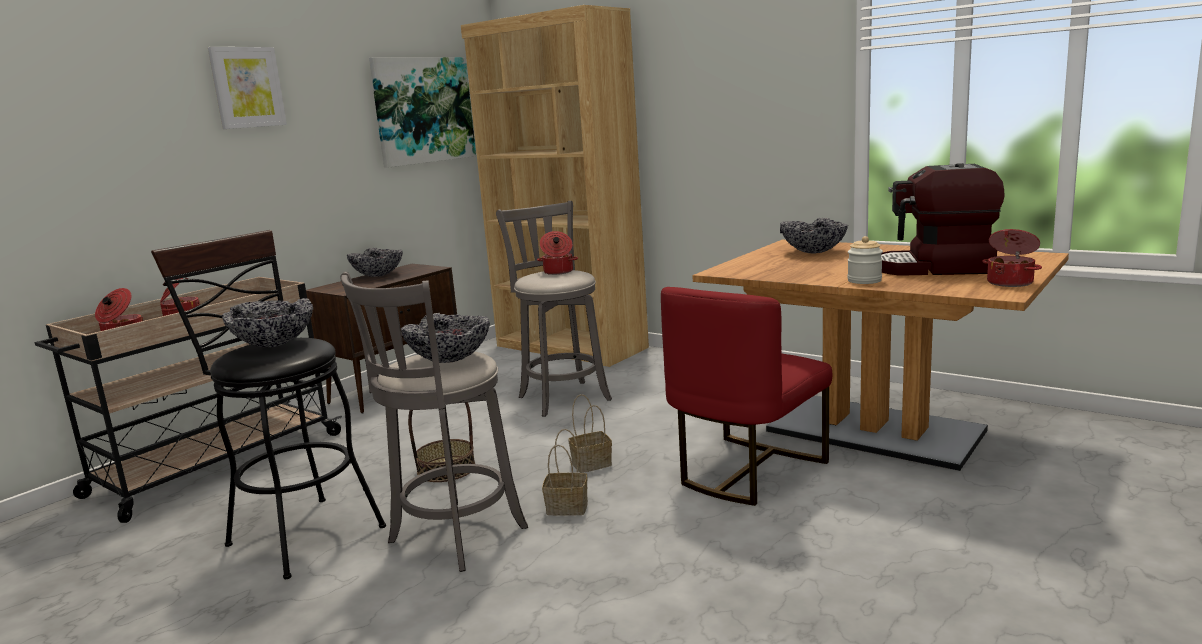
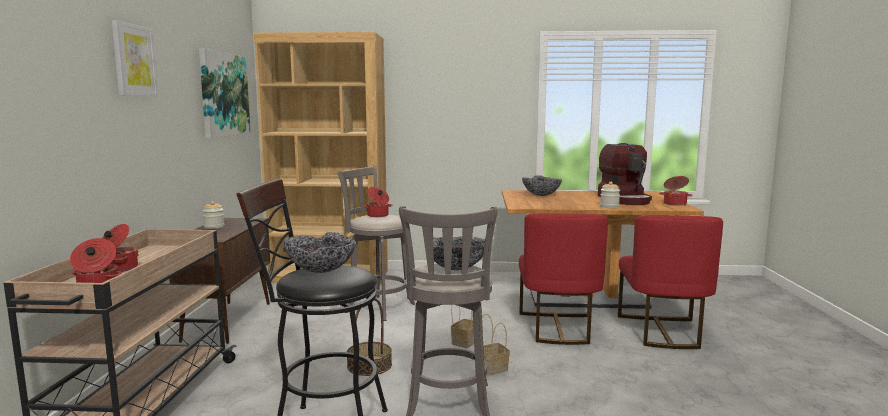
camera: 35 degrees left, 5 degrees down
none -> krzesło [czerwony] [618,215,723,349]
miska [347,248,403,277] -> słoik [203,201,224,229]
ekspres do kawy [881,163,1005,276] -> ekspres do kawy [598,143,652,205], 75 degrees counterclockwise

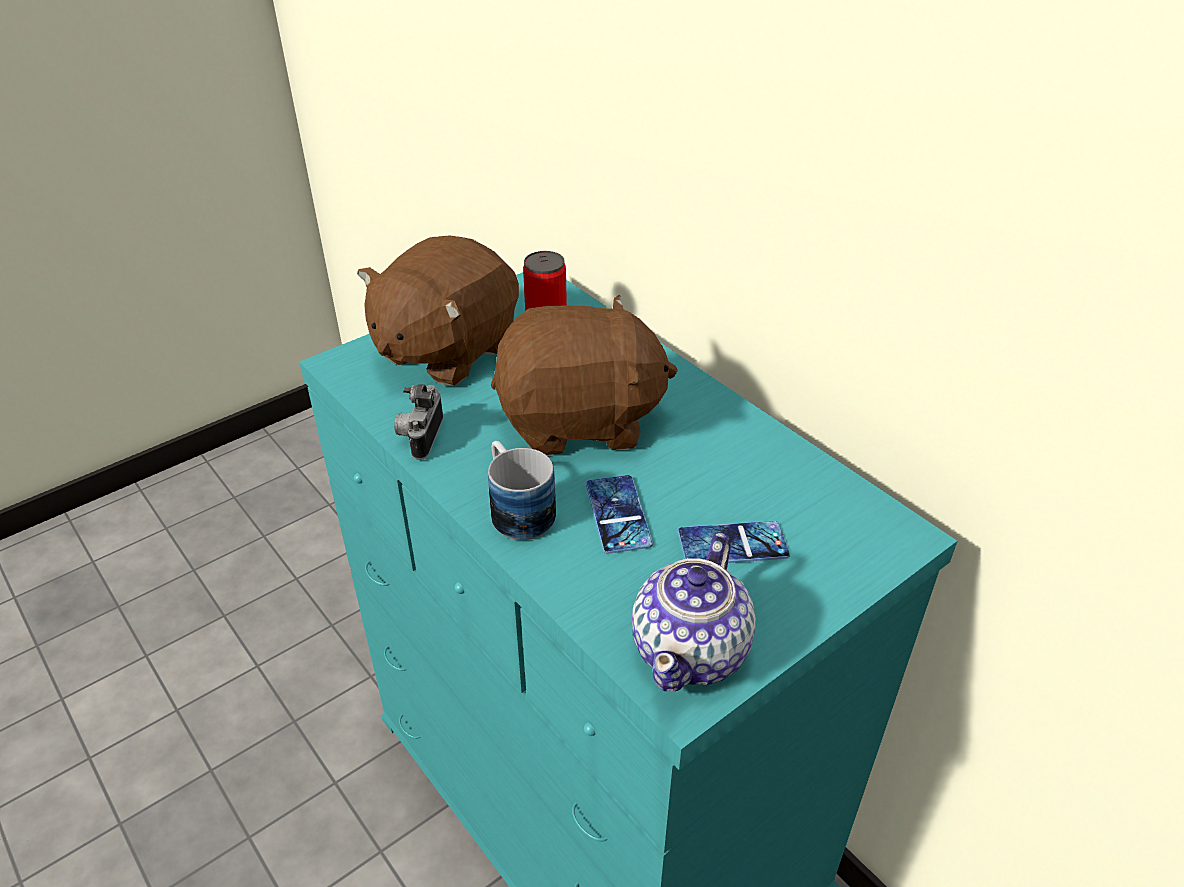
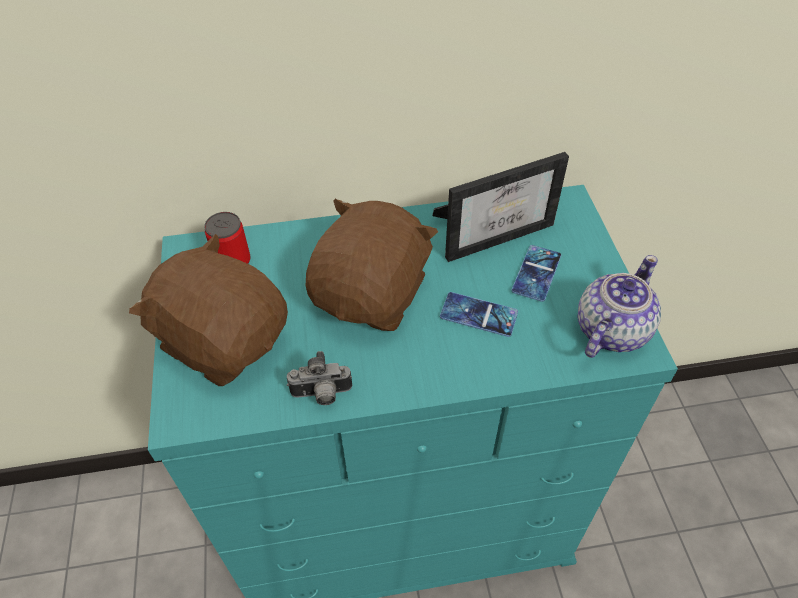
camera: 60 degrees left, 10 degrees up
kubek [488,441,556,540] -> none
none -> ramka na zdjęcie [433,152,569,262]
pluszak [brązowy] [357,235,519,386] -> pluszak [brązowy] [129,234,288,386], 150 degrees clockwise
aparat fotograficzny [394,384,443,460] -> aparat fotograficzny [287,351,352,405], 45 degrees counterclockwise
imbryk [632,532,756,691] -> imbryk [577,255,661,358], 105 degrees counterclockwise

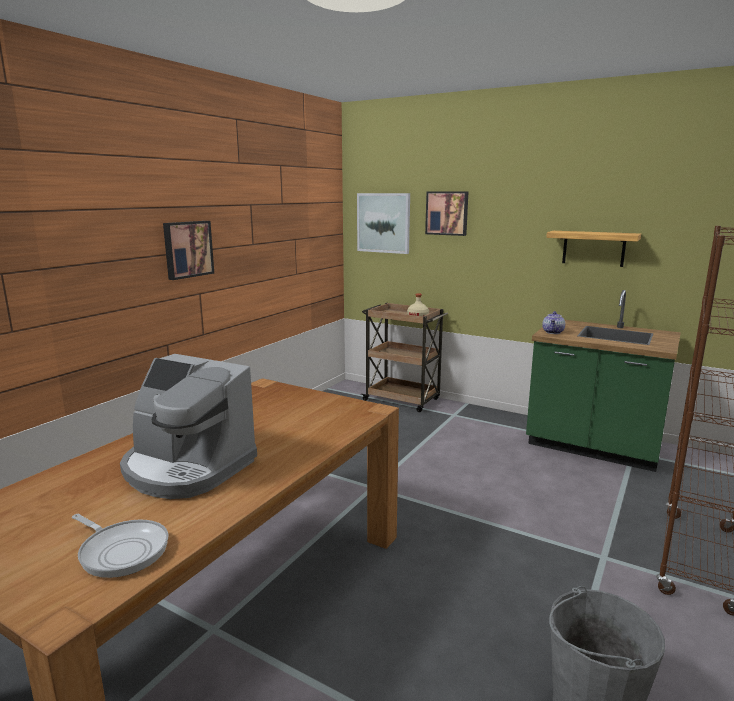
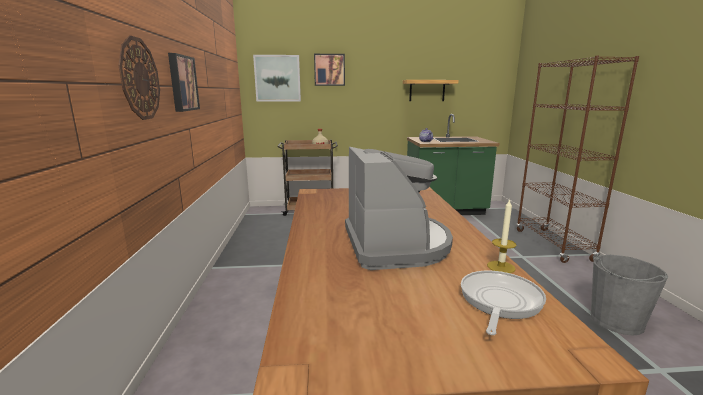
camera: 35 degrees left, 0 degrees up
none -> zegar ścienny [118,35,160,120]
none -> świeca [487,199,517,273]
patelnia [72,514,168,578] -> patelnia [461,271,546,335], 60 degrees counterclockwise
ekspres do kawy [120,354,257,499] -> ekspres do kawy [345,147,453,270], 90 degrees counterclockwise

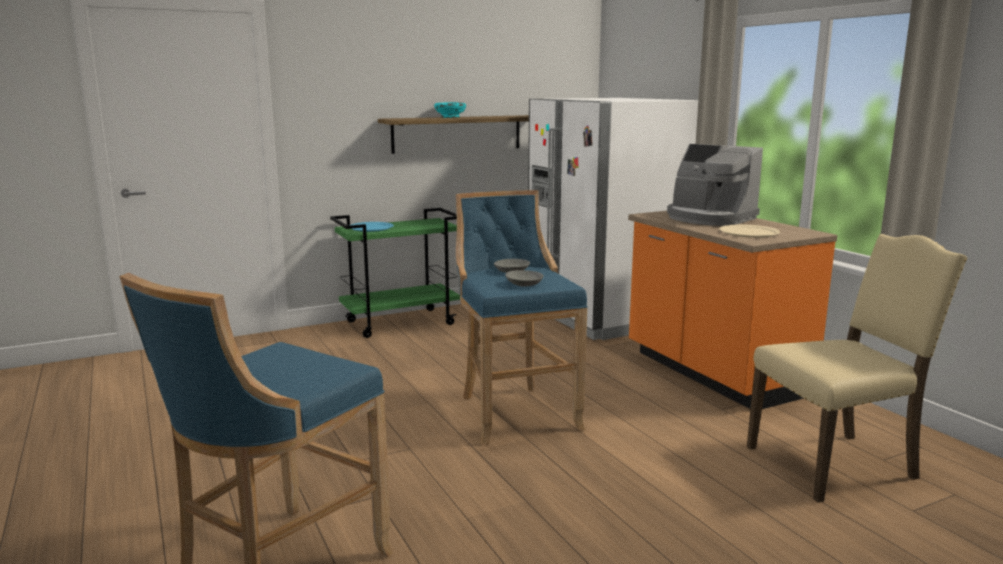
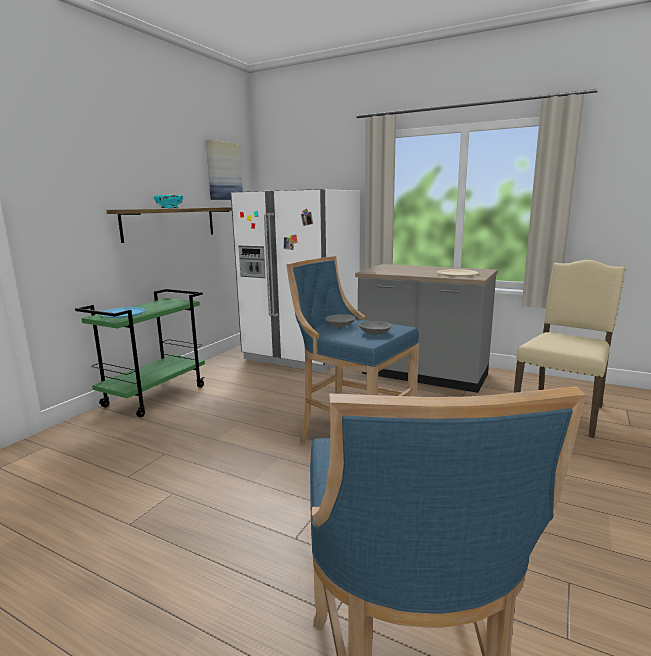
camera: 35 degrees left, 0 degrees up
ekspres do kawy [667,144,763,226] -> none
none -> obraz [206,140,243,200]
zabudowa kuchenna [pomarańczowy] [628,211,837,409] -> zabudowa kuchenna [szary] [355,264,498,393]

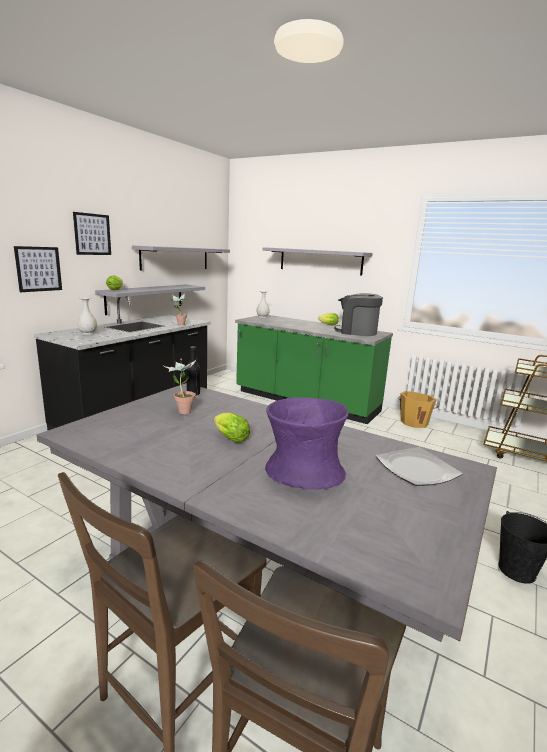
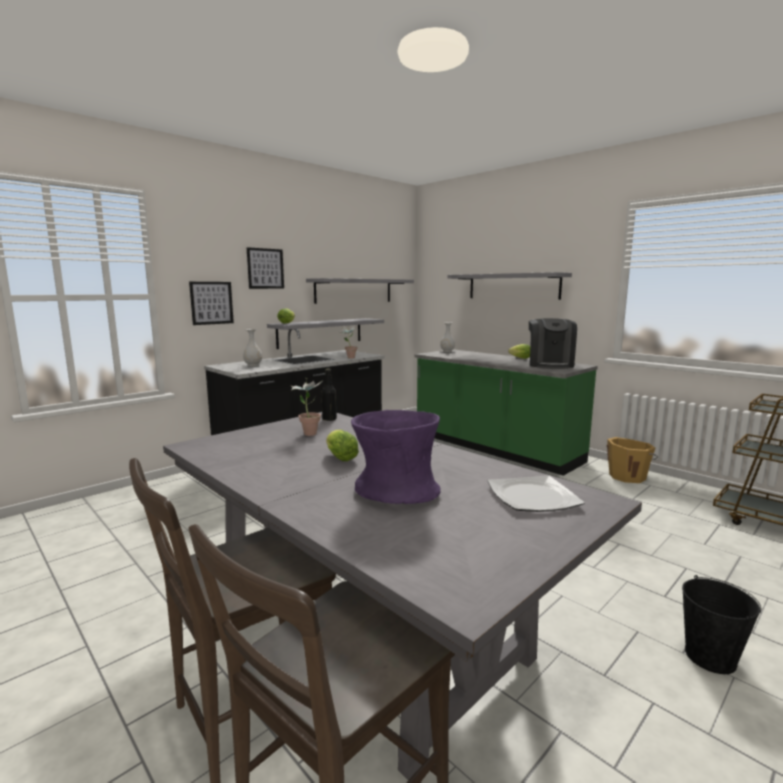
camera: 15 degrees right, 5 degrees down
ekspres do kawy [334,293,383,336] -> ekspres do kawy [529,318,577,369], 120 degrees counterclockwise

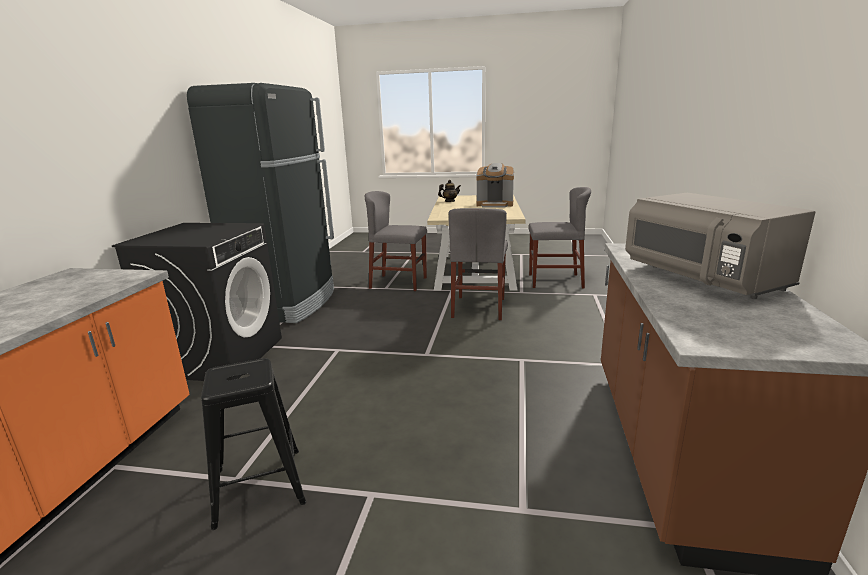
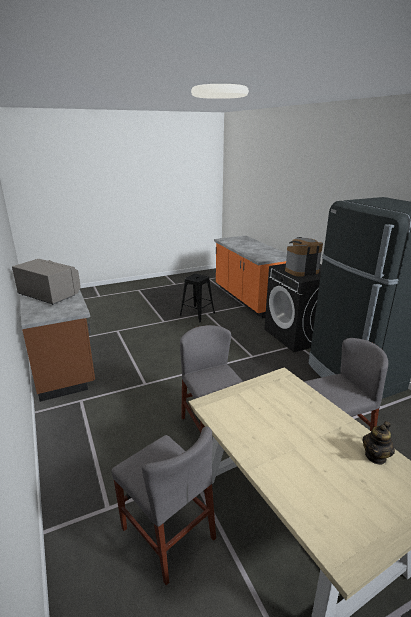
camera: 145 degrees right, 5 degrees up
ekspres do kawy [476,163,514,208] -> ekspres do kawy [285,237,323,277], move
krzesło [szary] [528,187,591,288] -> krzesło [szary] [111,426,216,585], 105 degrees counterclockwise

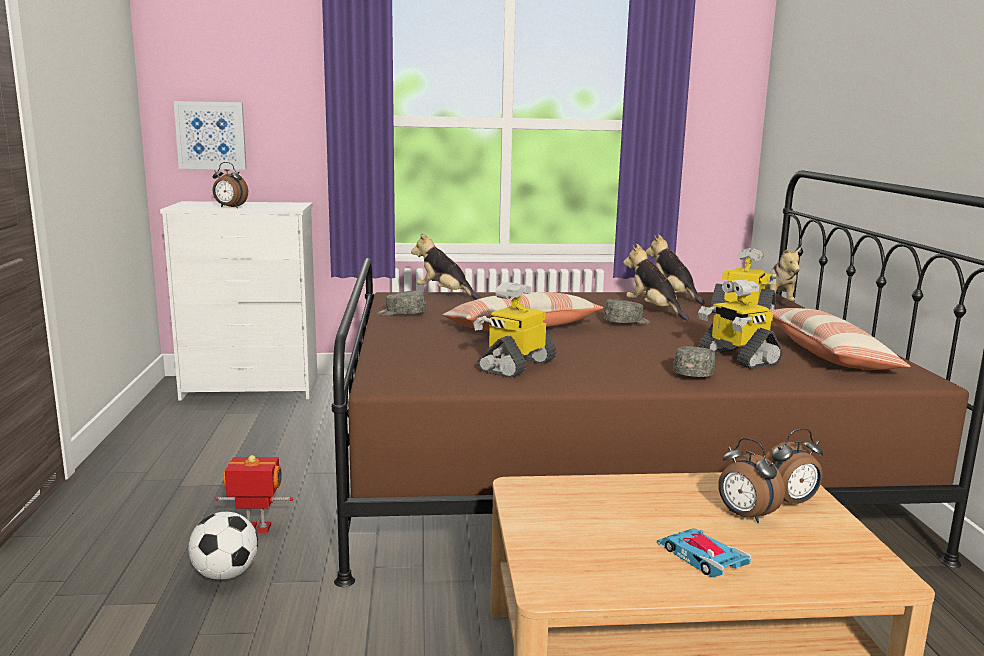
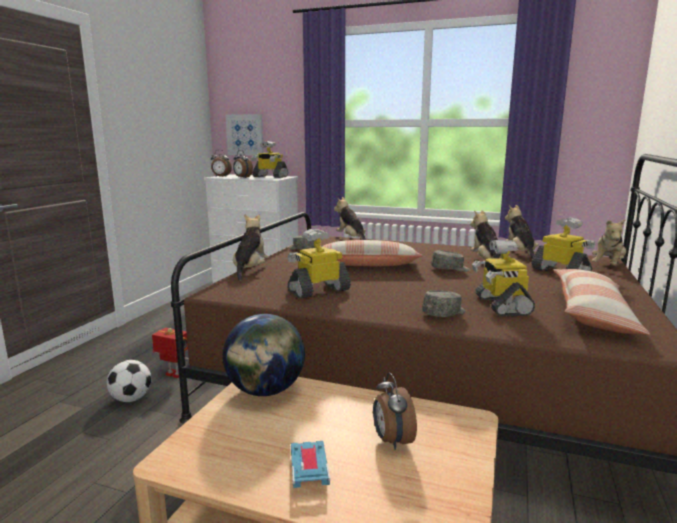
camera: 25 degrees right, 0 degrees up
none -> globus [223,314,305,396]
none -> pluszak [233,214,269,281]
none -> robot zabawkowy [251,141,288,178]
budzik [765,429,823,504] -> budzik [211,150,232,177], move

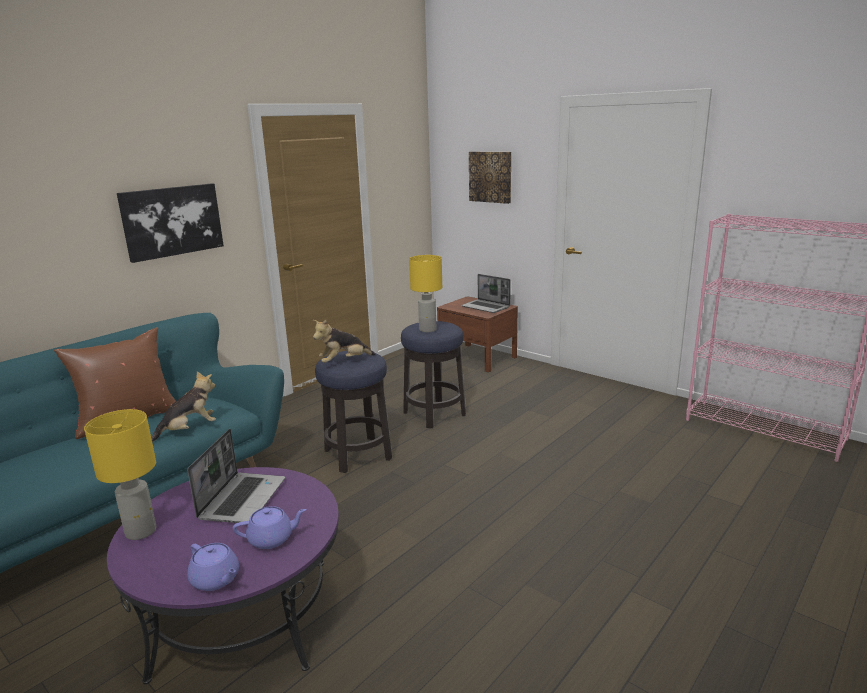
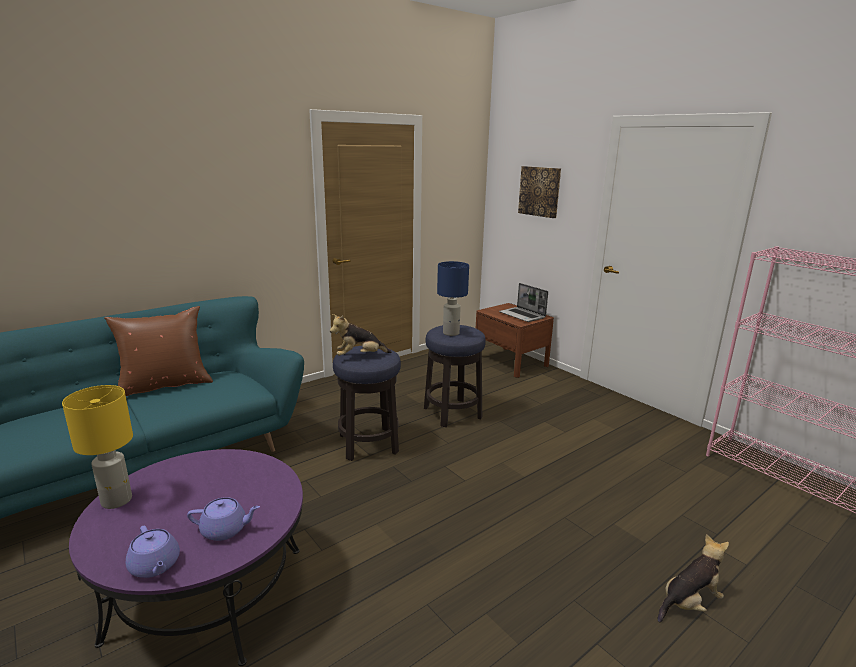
camera: 10 degrees right, 0 degrees up
obraz [117,183,224,263] -> none
laptop [188,429,285,523] -> none
pluszak [151,371,216,442] -> pluszak [658,534,729,623], move
lampa stołowa [żółty] [409,255,442,332] -> lampa stołowa [niebieski] [437,261,469,336]

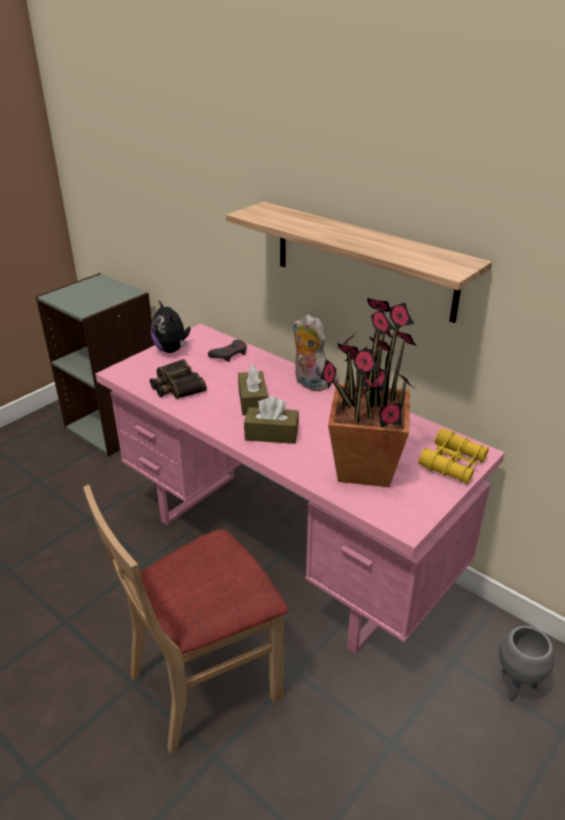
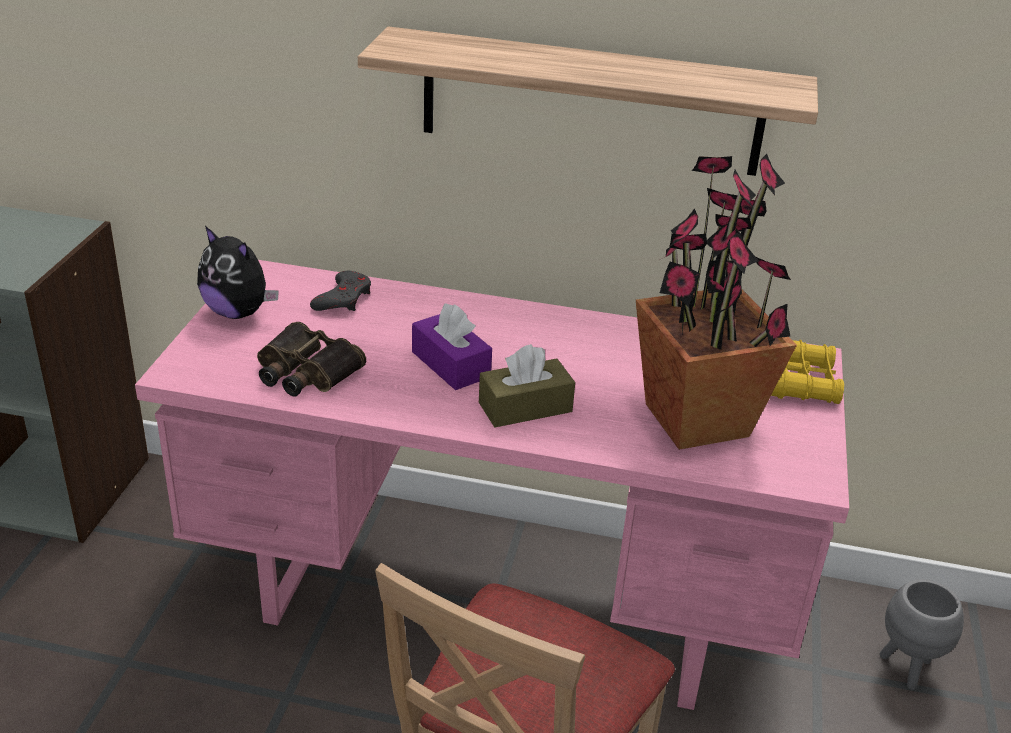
camera: 30 degrees left, 0 degrees up
pluszak [293,315,328,391] -> none
pudełko chusteczek [brązowy] [238,365,268,415] -> pudełko chusteczek [fioletowy] [412,304,492,390]

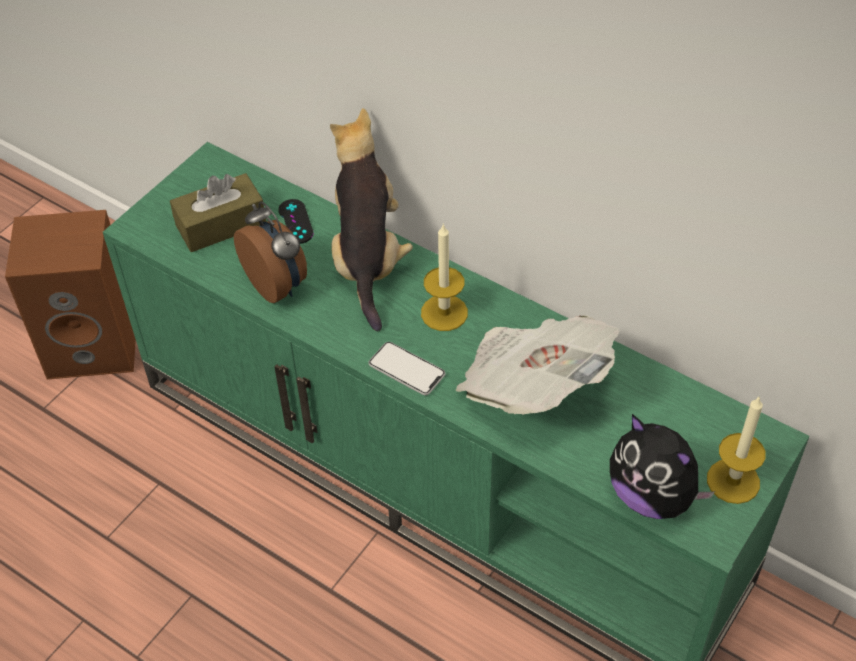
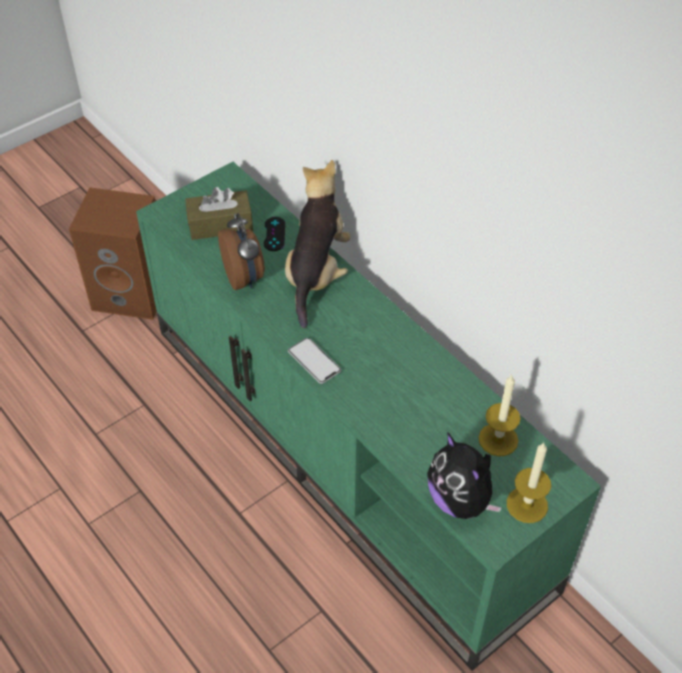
camera: 15 degrees right, 0 degrees up
gazeta [455,316,620,415] -> none
świeca [421,224,468,331] -> świeca [479,374,521,456], move

